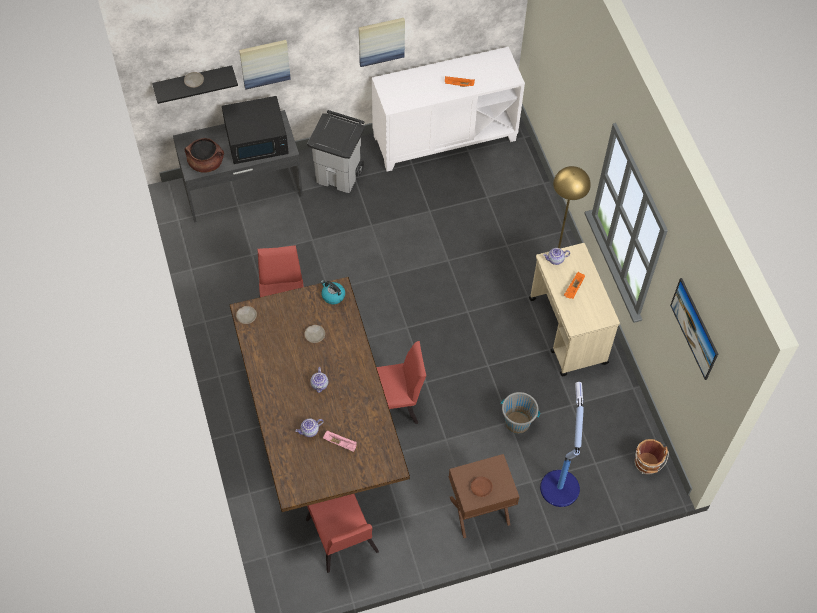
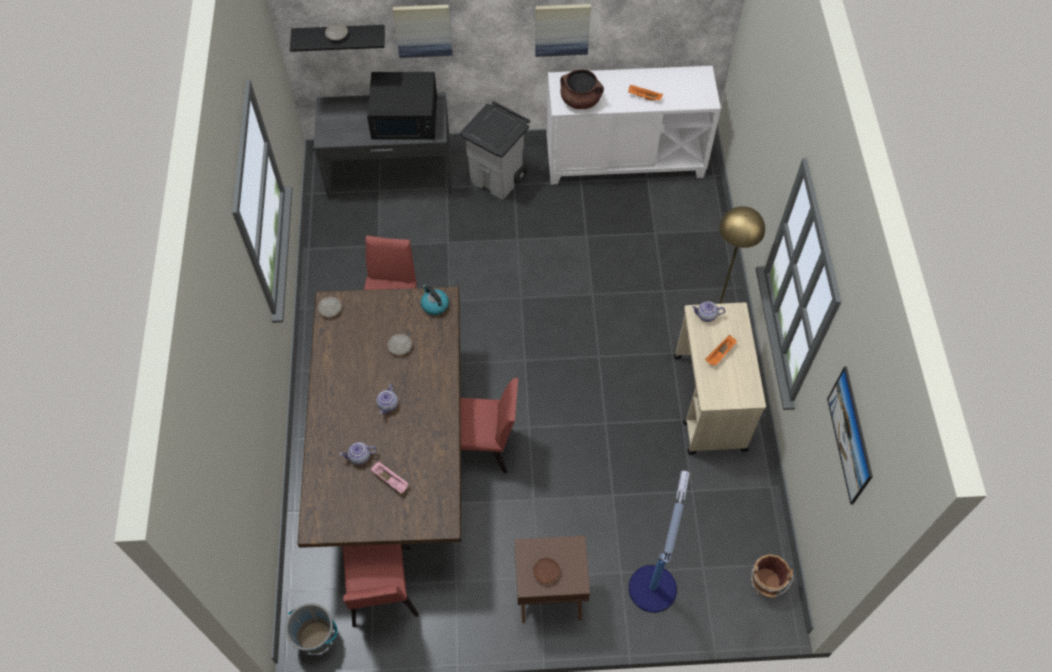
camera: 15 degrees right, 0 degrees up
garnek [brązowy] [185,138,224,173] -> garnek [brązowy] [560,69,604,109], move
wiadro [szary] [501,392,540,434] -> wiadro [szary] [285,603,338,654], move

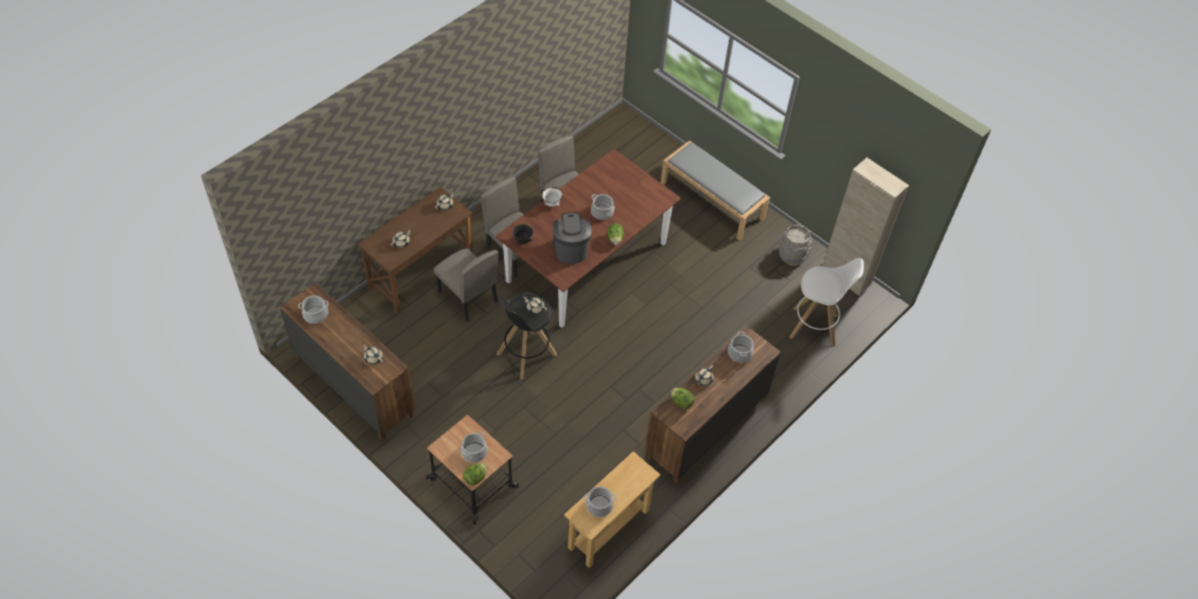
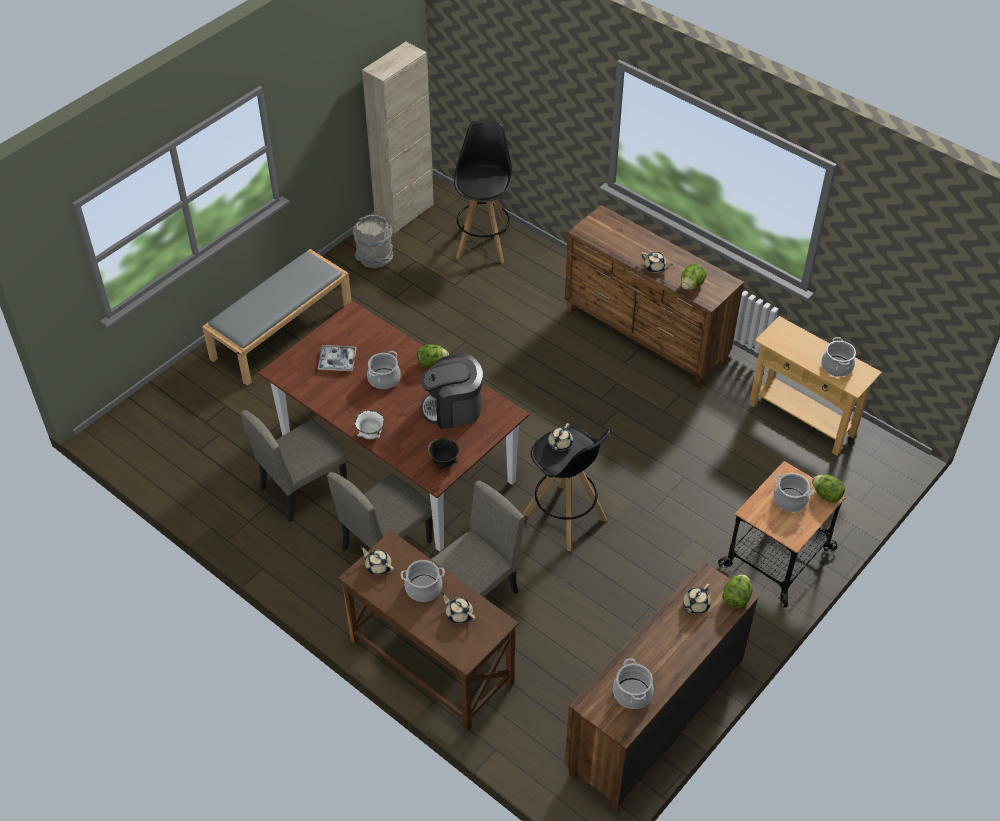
camera: 90 degrees left, 5 degrees down
none -> taca [317,345,357,371]
none -> sałata [722,574,752,608]
garnek [728,331,754,363] -> garnek [401,560,445,602], move
stołek [biały] [789,258,864,347] -> stołek [czarny] [454,121,512,264]

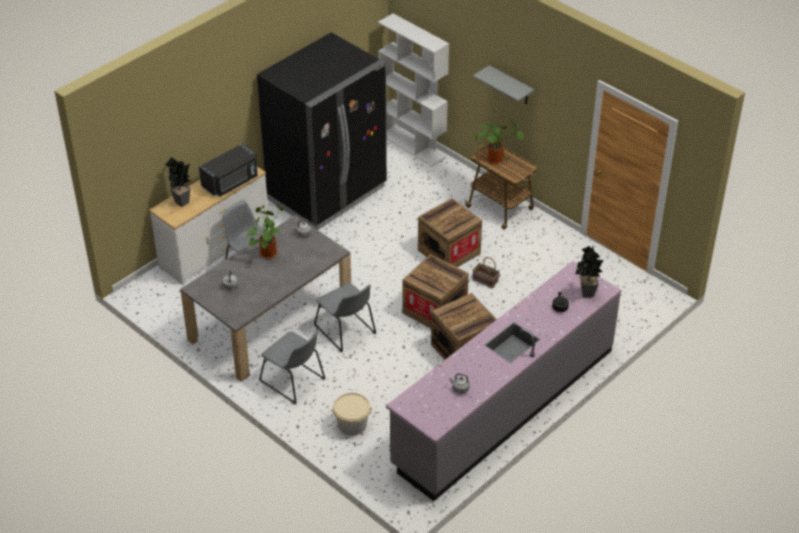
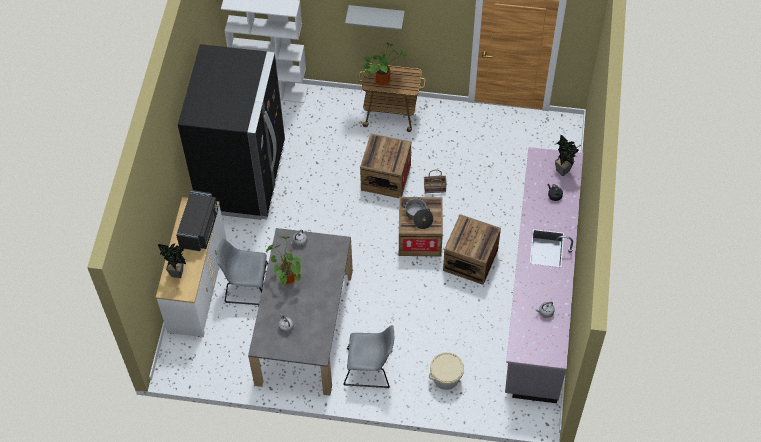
camera: 35 degrees left, 15 degrees up
krzesło [szary] [314,283,376,352] -> none
none -> garnek [402,198,434,229]

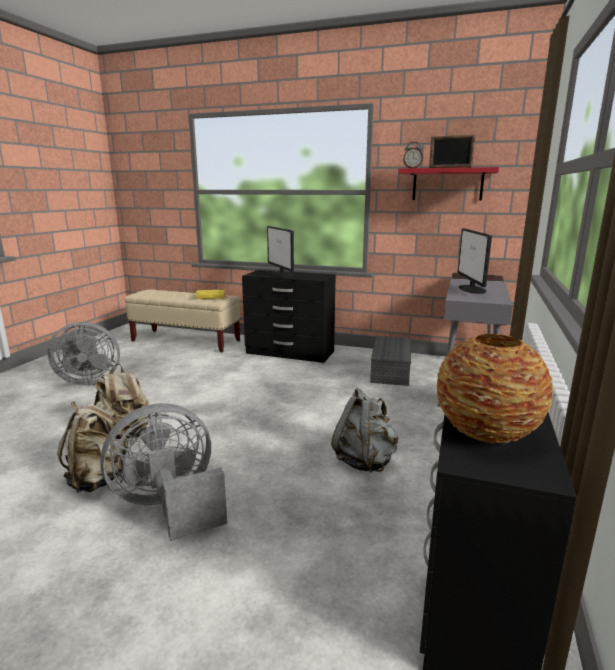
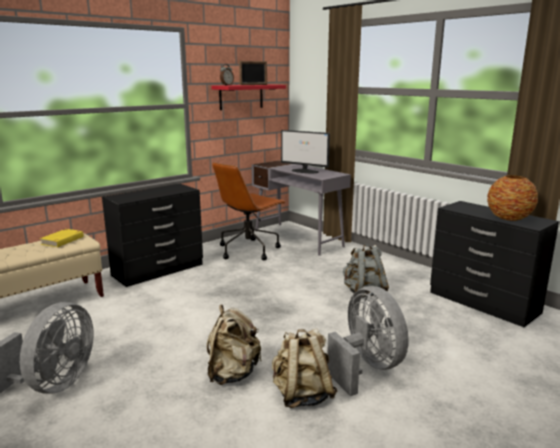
camera: 60 degrees left, 0 degrees up
monitor [267,226,294,278] -> none
pojemnik do przechowywania [szary] [370,336,411,386] -> krzesło biurowe [brązowy] [212,162,285,260]
wentylator [szary] [100,403,227,541] -> wentylator [szary] [327,286,409,396], 150 degrees clockwise

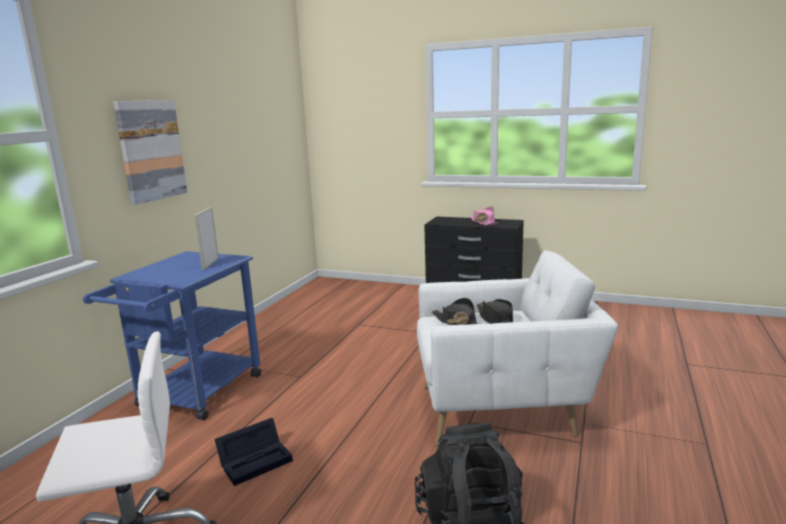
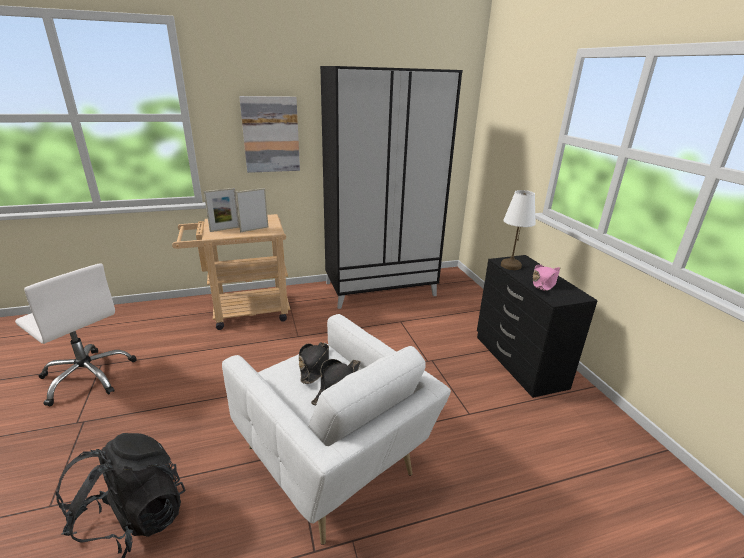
camera: 50 degrees right, 10 degrees up
pojemnik do przechowywania [czarny] [215,418,293,486] -> none
none -> ramka na zdjęcie [204,188,239,232]
none -> szafa [czarny] [320,66,463,309]
none -> lampa stołowa [biały] [501,190,536,270]
wózek [niebieski] [83,251,261,420] -> wózek [beżowy] [172,214,290,330]

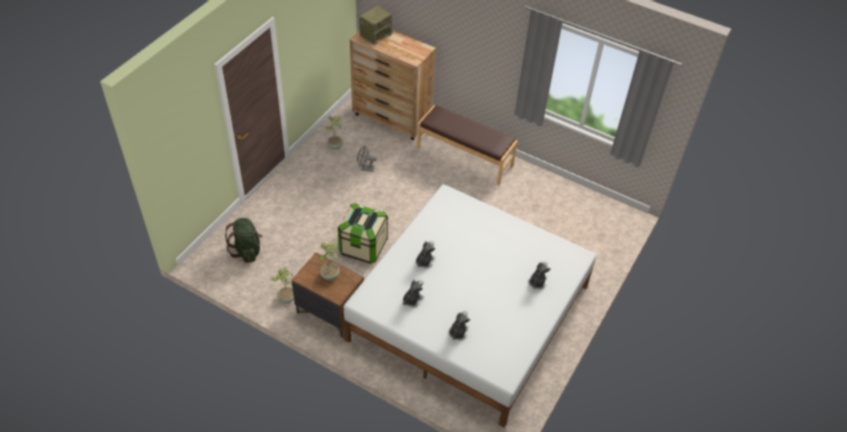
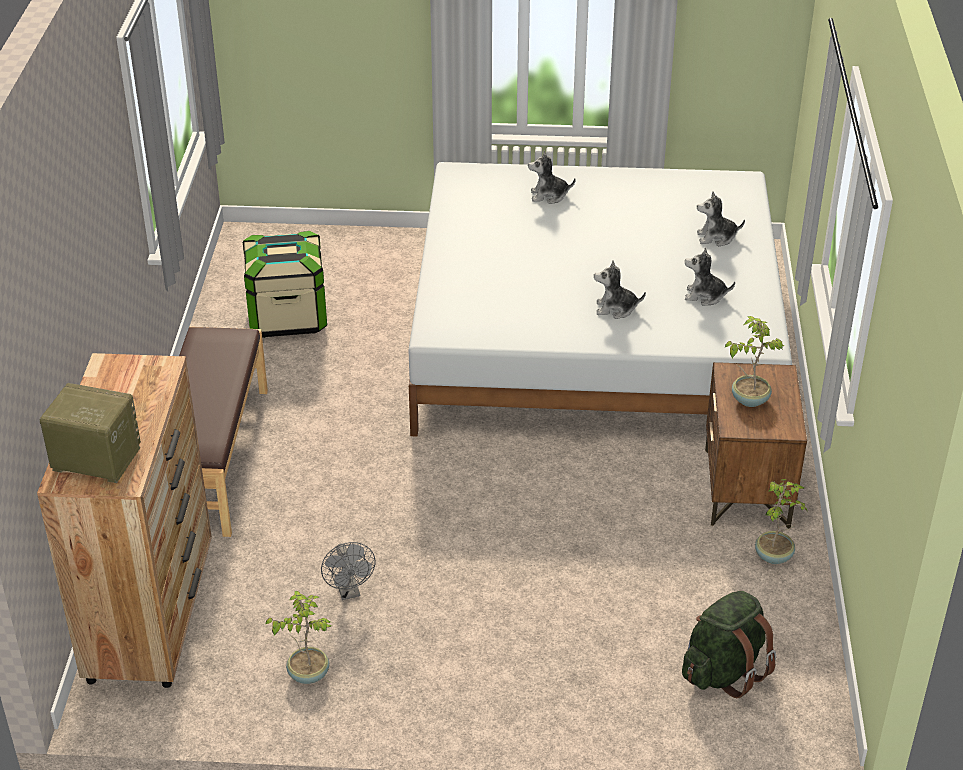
camera: 115 degrees left, 10 degrees down
pojemnik do przechowywania [338,203,388,264] -> pojemnik do przechowywania [243,231,327,338], move

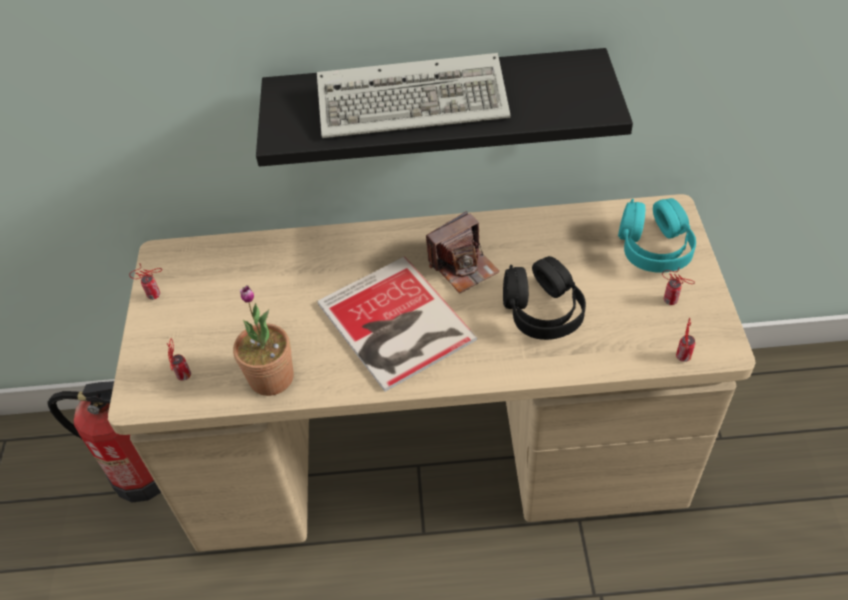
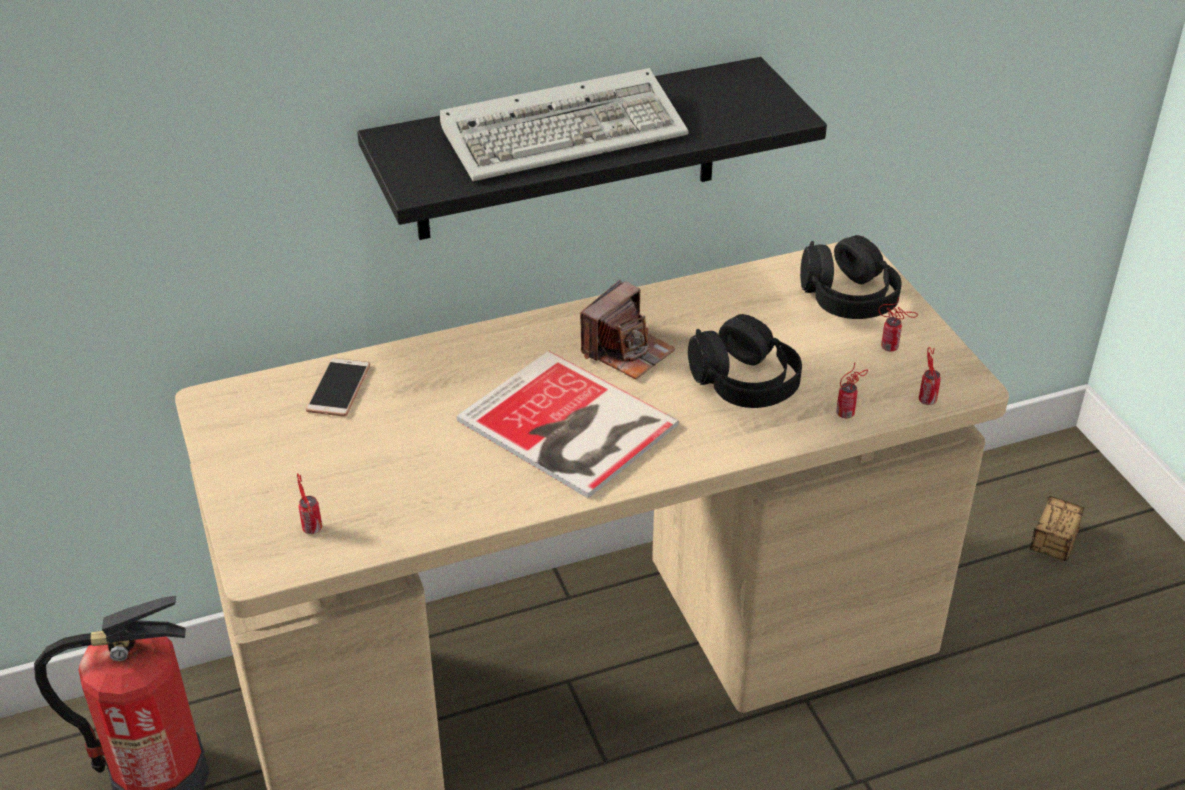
camera: 20 degrees left, 10 degrees down
roślina doniczkowa [233,285,294,396] -> none
none -> telefon [306,358,370,417]
none -> pojemnik do przechowywania [1030,496,1084,562]
puszka [129,263,162,300] -> puszka [836,362,868,418], move
słuchawki [turkusowy] [618,198,696,273] -> słuchawki [czarny] [800,235,901,319]

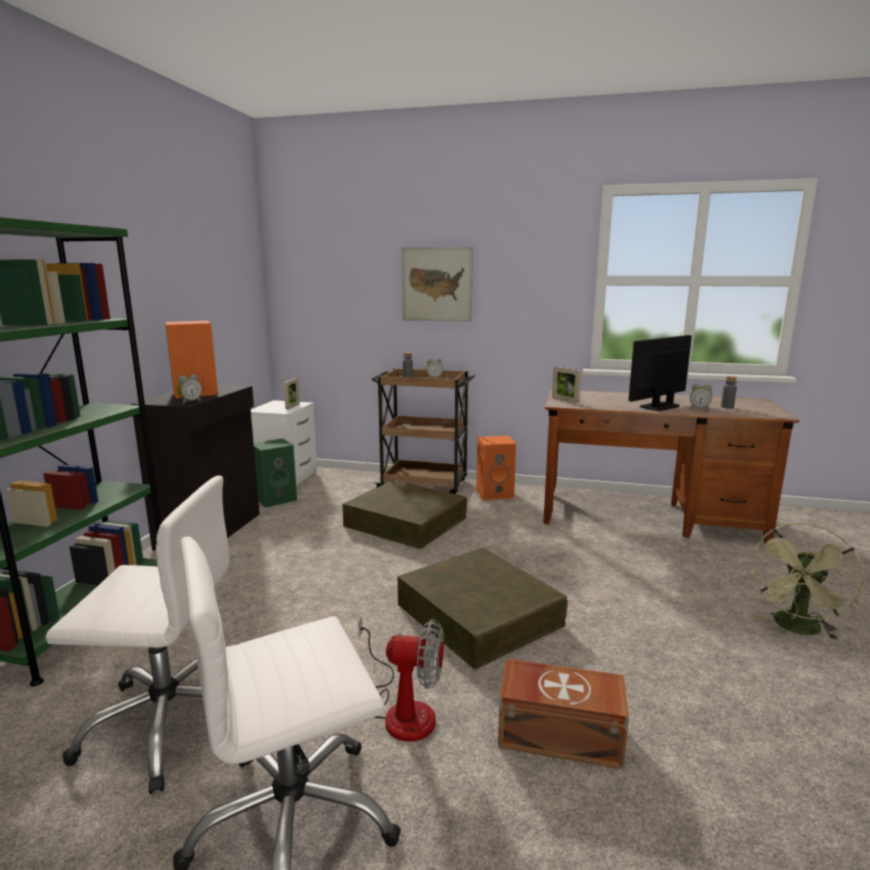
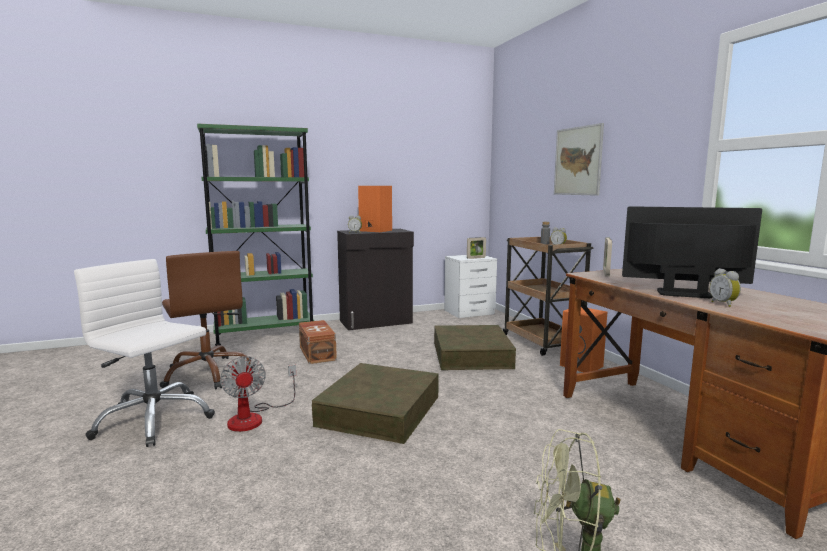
camera: 55 degrees right, 5 degrees down
głośnik [zielony] [254,438,297,508] -> none
butelka [szary] [721,376,737,408] -> none
pojemnik do przechowywania [brązowy] [498,659,629,769] -> pojemnik do przechowywania [brązowy] [299,320,337,364], move
krzesło biurowe [biały] [46,476,229,794] -> krzesło biurowe [brązowy] [160,251,256,389]

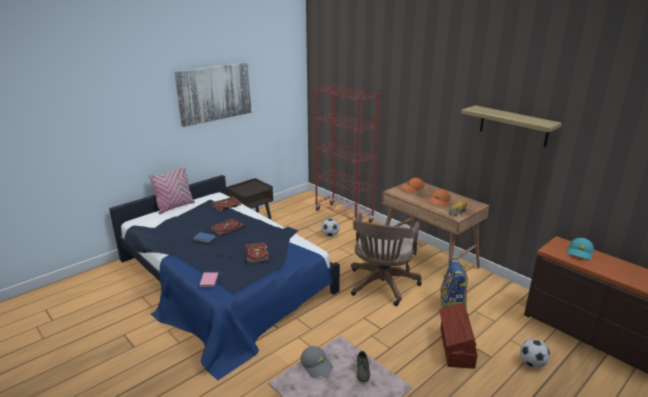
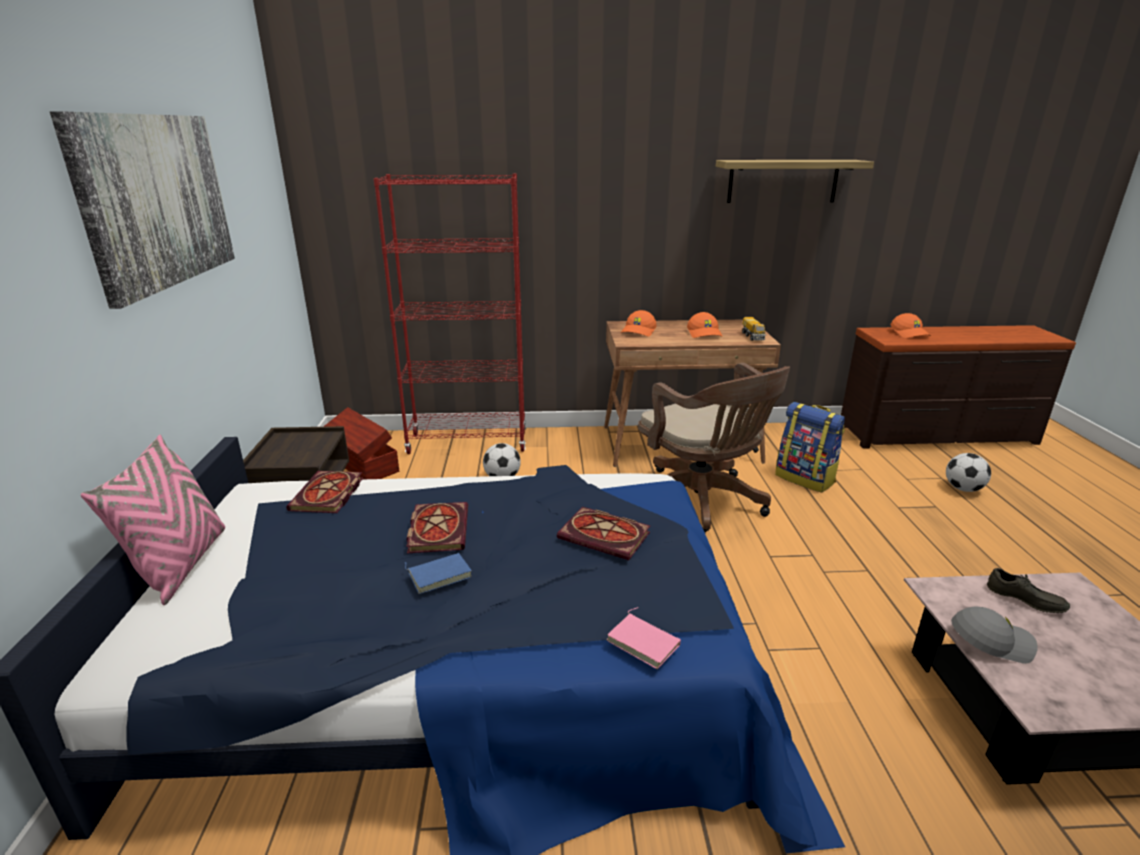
camera: 50 degrees left, 0 degrees up
pojemnik do przechowywania [brązowy] [439,303,478,369] -> pojemnik do przechowywania [brązowy] [323,407,399,480], move
czapka z daszkiem [turkusowy] [566,238,594,260] -> czapka z daszkiem [pomarańczowy] [891,313,931,338]

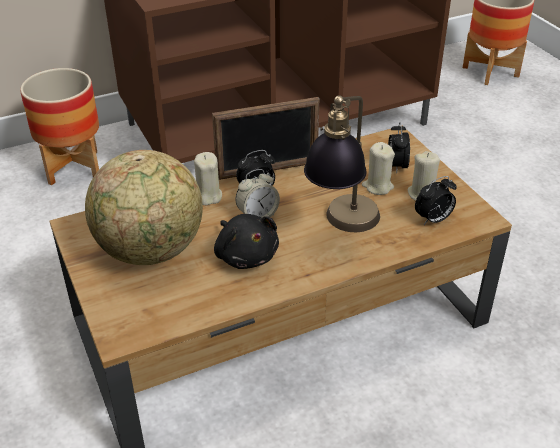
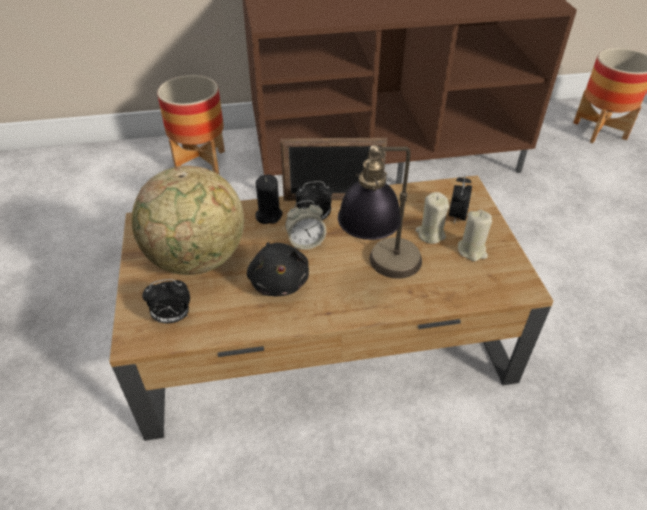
camera: 15 degrees right, 5 degrees up
budzik [415,176,457,225] -> budzik [142,279,190,323], move
świeca [beżowy] [194,152,222,205] -> świeca [czarny] [255,175,283,224]

